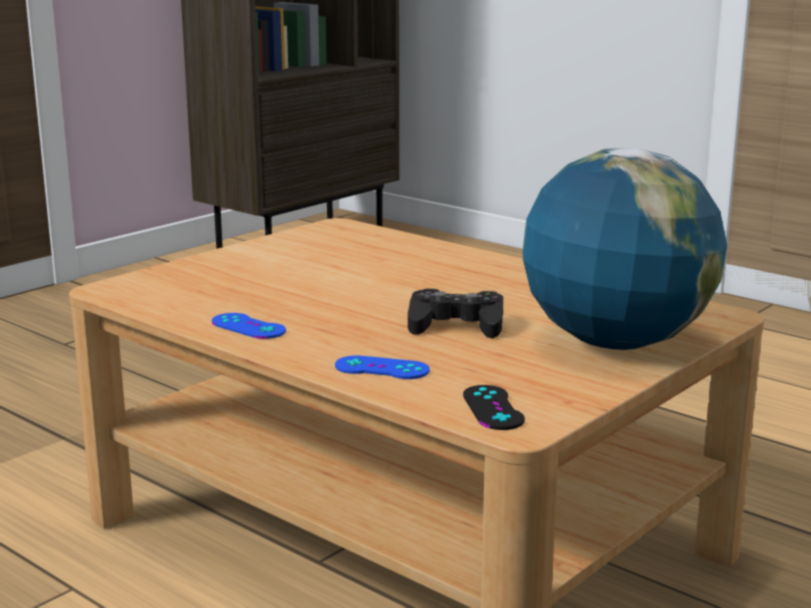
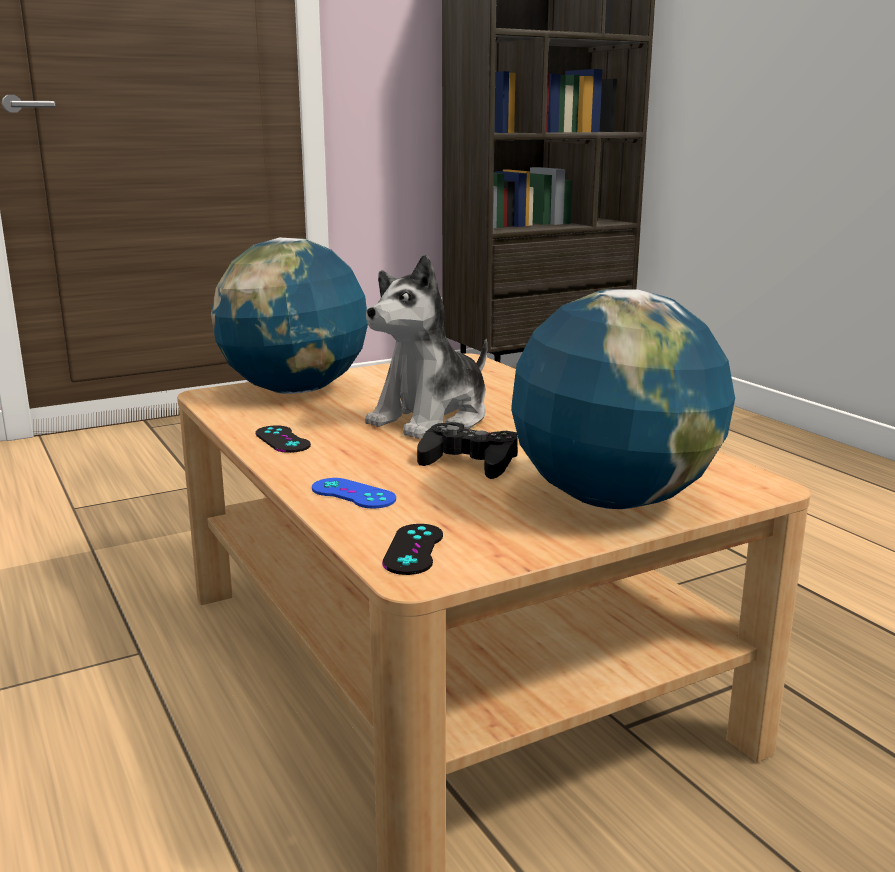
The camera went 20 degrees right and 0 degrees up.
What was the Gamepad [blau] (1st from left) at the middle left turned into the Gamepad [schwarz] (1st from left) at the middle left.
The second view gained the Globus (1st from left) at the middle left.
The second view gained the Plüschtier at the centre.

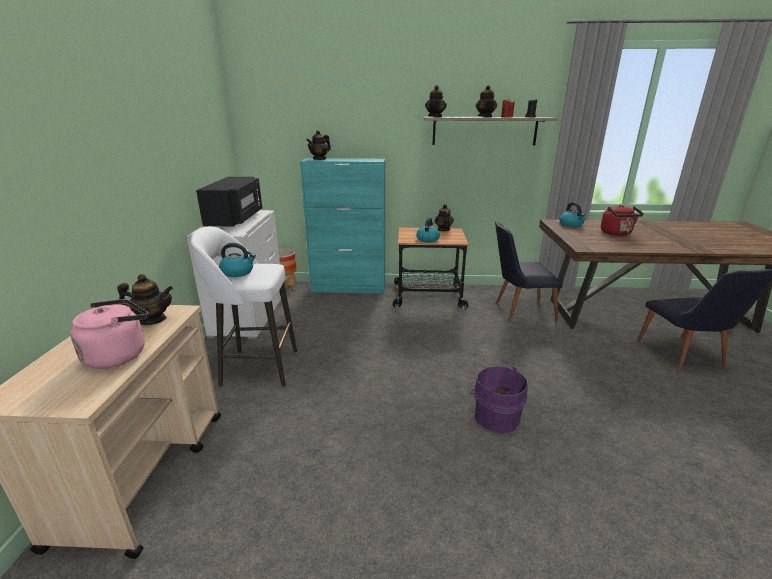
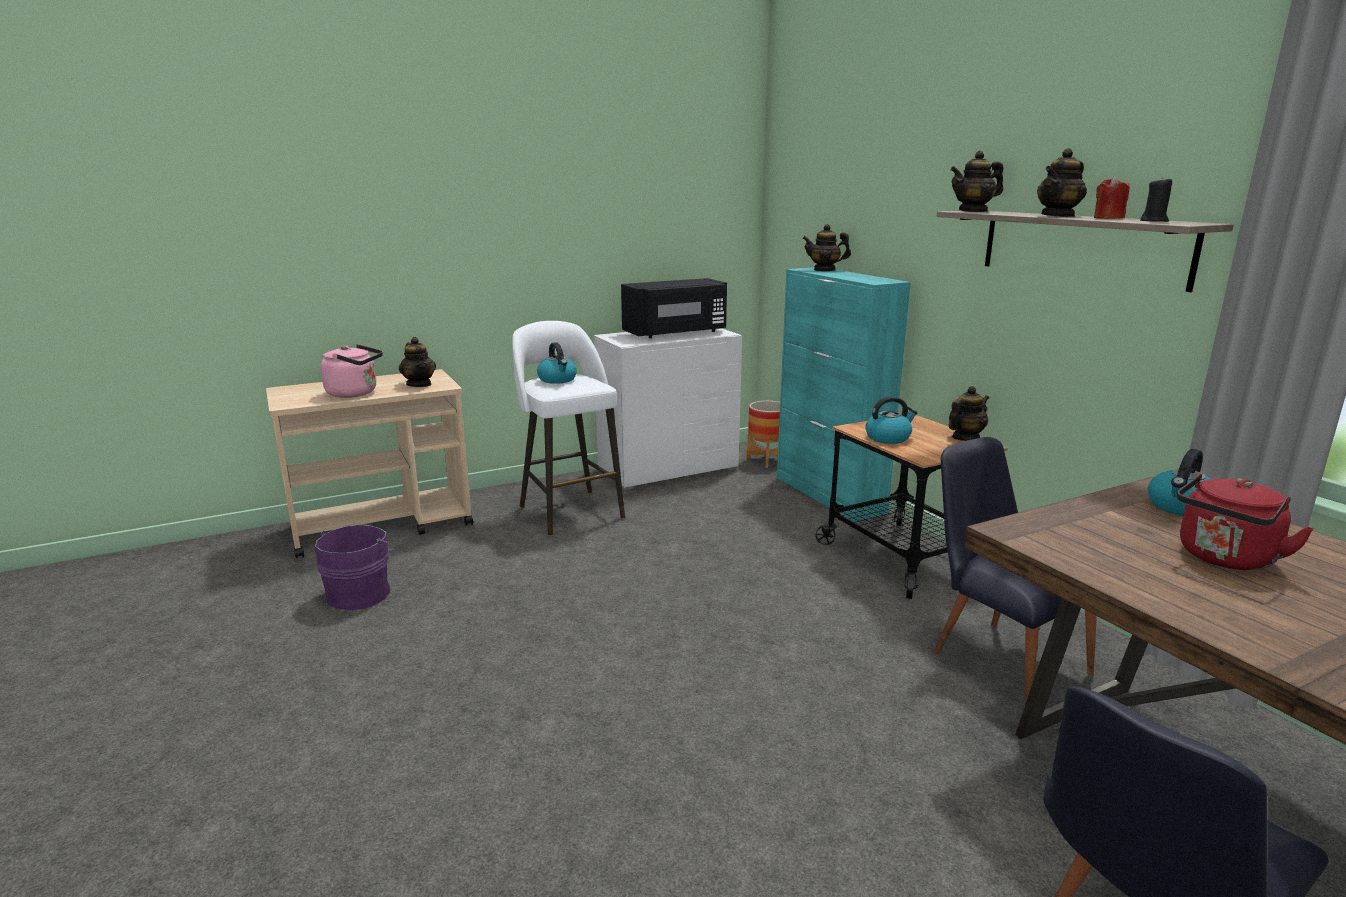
The camera went 60 degrees right and 5 degrees down.
The Eimer [lila] ended up elsewhere, having gone from the bottom centre to the middle left.

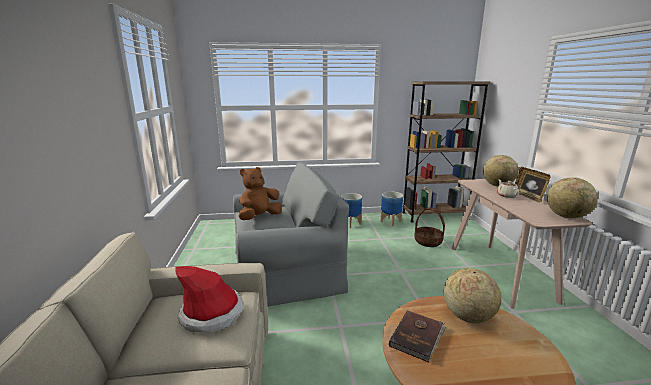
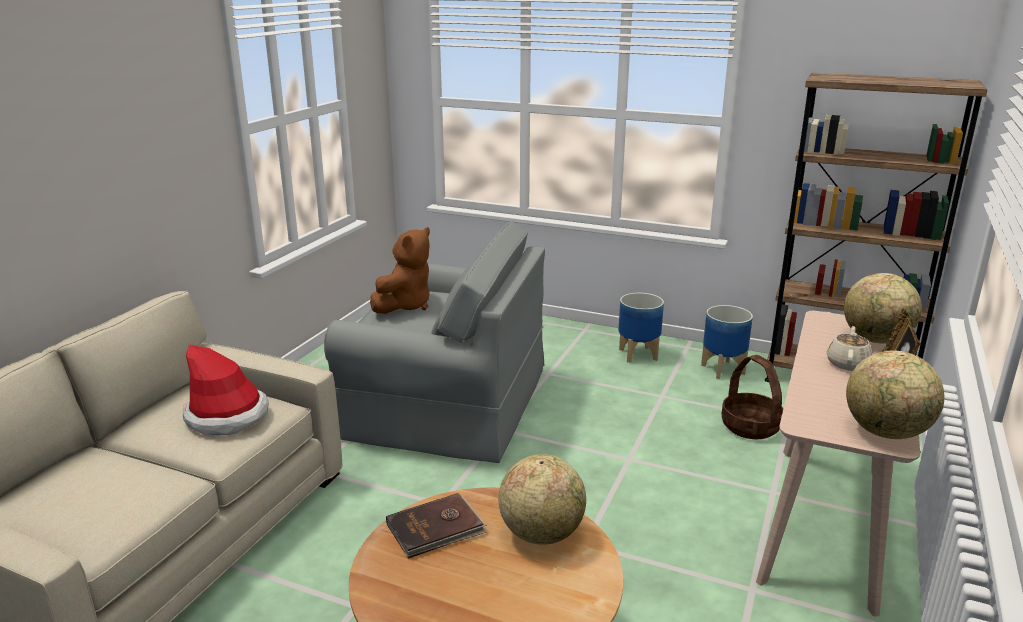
The camera went 30 degrees right and 5 degrees up.
The Plüschtier [braun] at the centre ended up facing another way, 135 degrees clockwise from before.

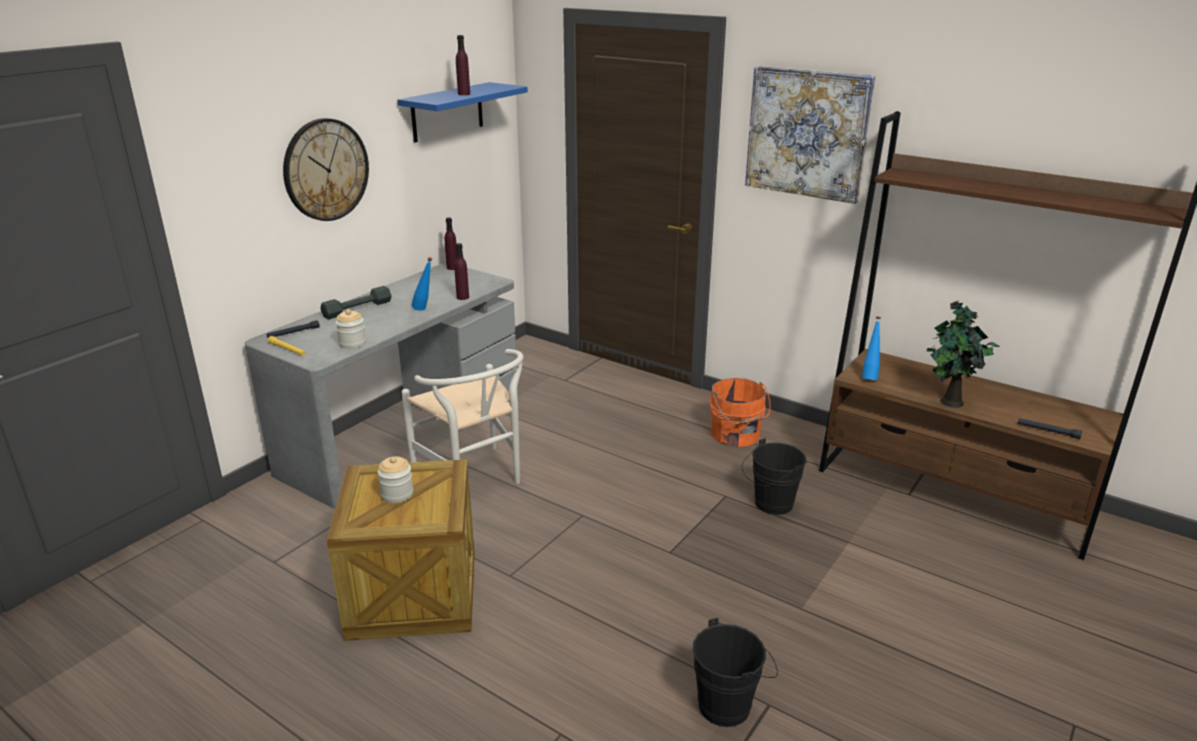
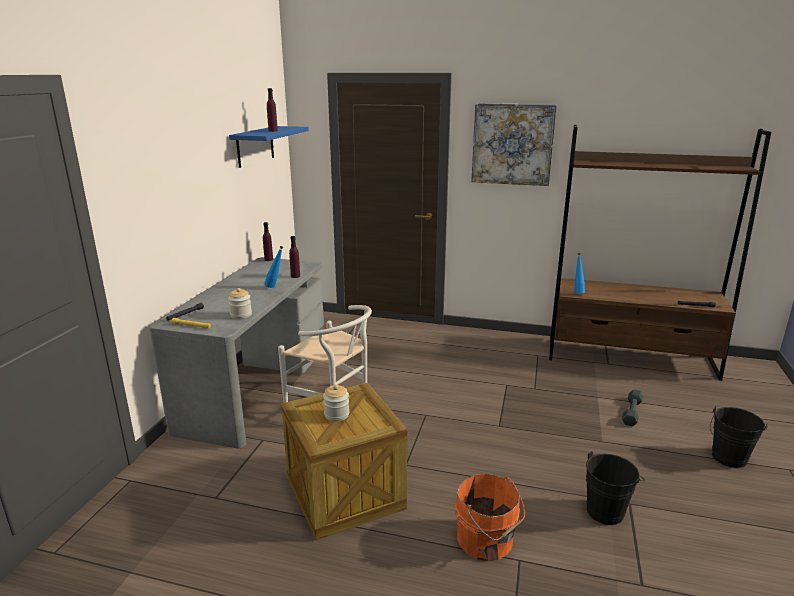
The camera went 20 degrees left and 5 degrees down.
The second view lost the Wanduhr at the top left.
The Hantel [grau] ended up elsewhere, having gone from the middle left to the bottom right.
The second view lost the Topfpflanze at the middle right.
The Eimer [orange] ended up elsewhere, having gone from the centre to the bottom centre.
The Eimer [schwarz] (2nd from left) ended up elsewhere, having gone from the centre to the bottom right.

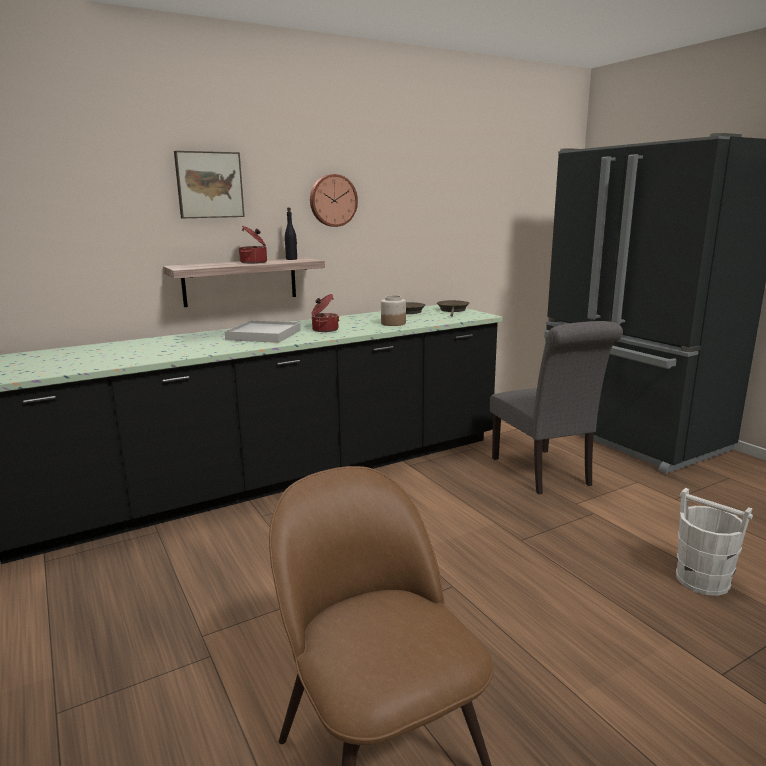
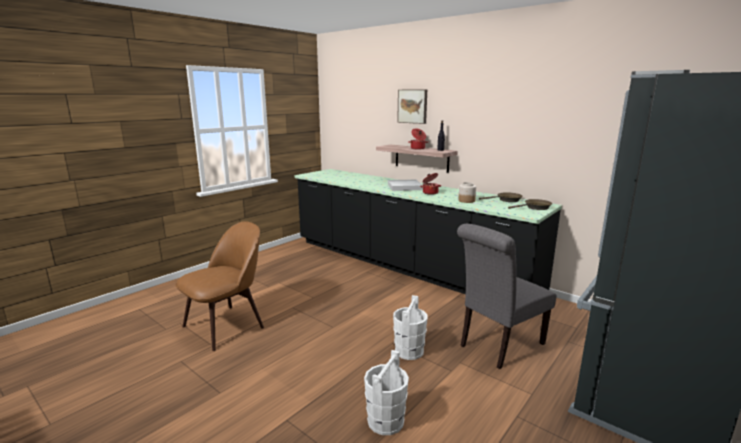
The camera went 70 degrees right and 0 degrees up.
The second view lost the Wanduhr at the top centre.
The second view gained the Eimer [weiß] (2nd from left) at the bottom centre.

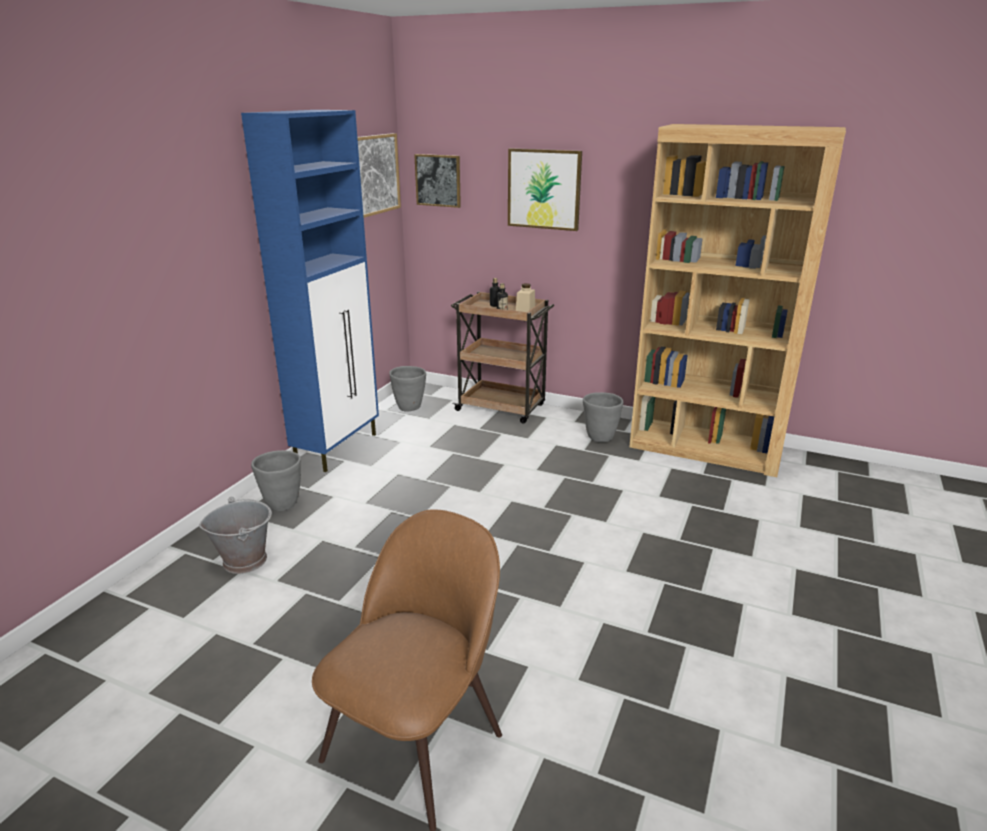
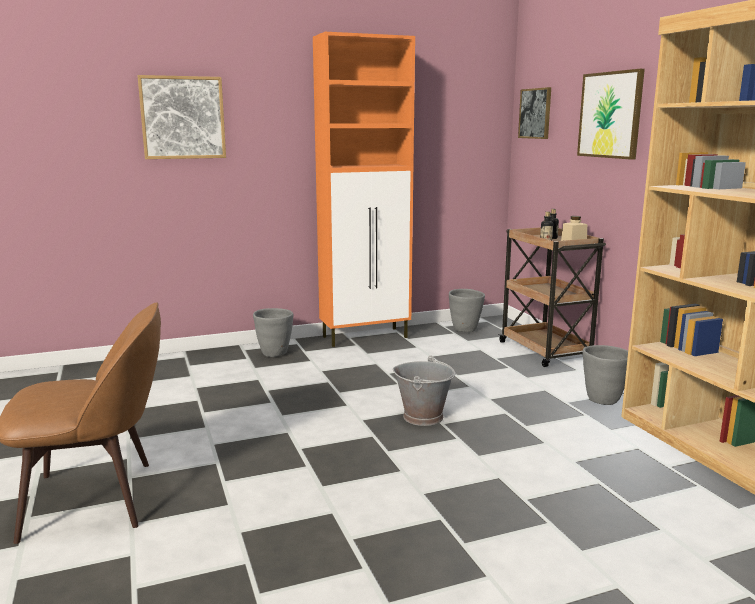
The camera went 45 degrees right and 10 degrees down.
What was the Schrank [blau] at the middle left turned into the Schrank [orange] at the top centre.
The Bild (1st from left) ended up elsewhere, having gone from the top centre to the top left.
The Eimer [grau] ended up elsewhere, having gone from the middle left to the centre.

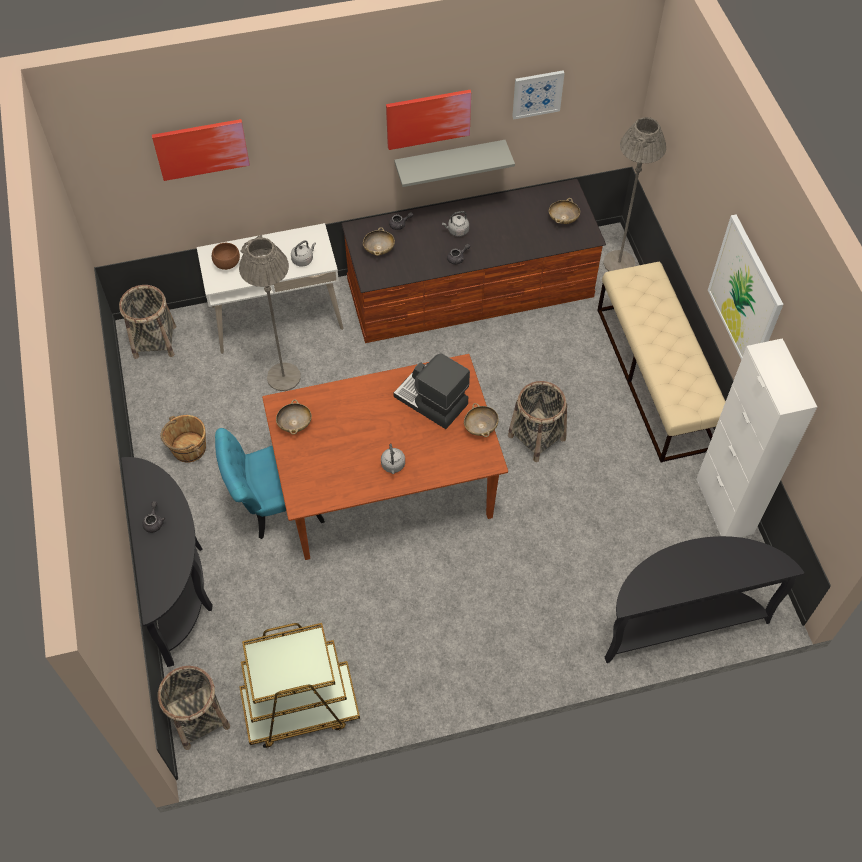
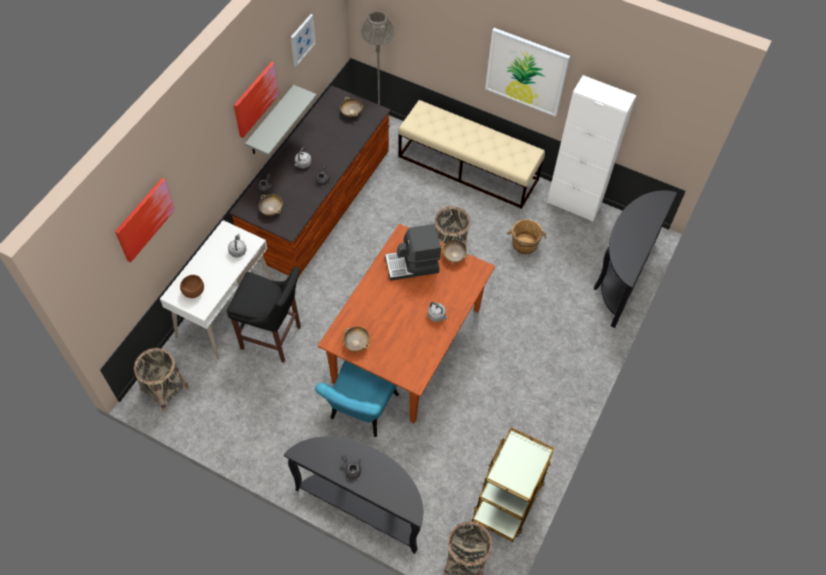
The camera went 50 degrees left and 0 degrees up.
Where the Stehlampe [grau] (1st from left) stood at the middle left, the Hocker [schwarz] came to stand at the middle left.
The Eimer [braun] ended up elsewhere, having gone from the middle left to the centre.

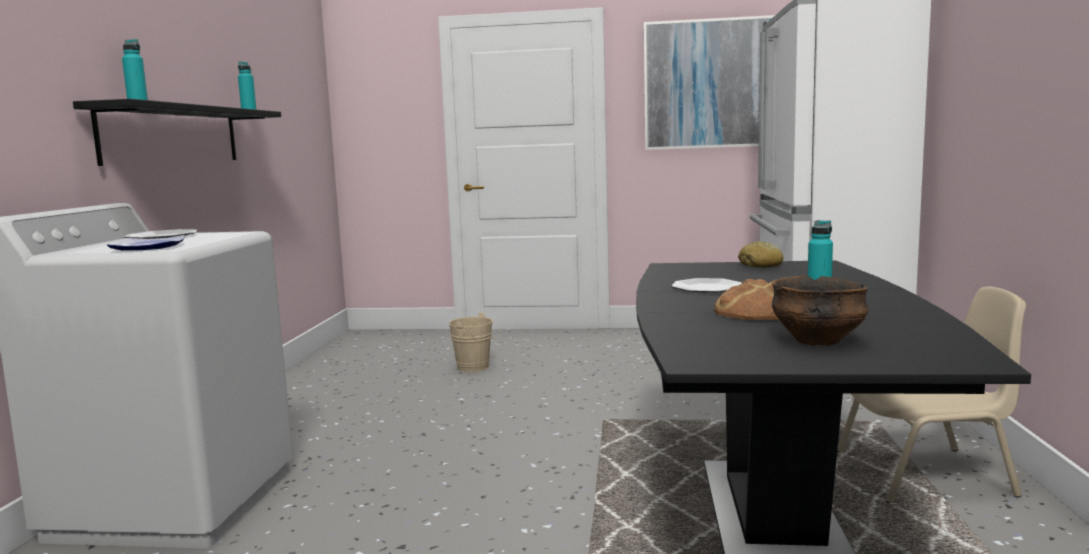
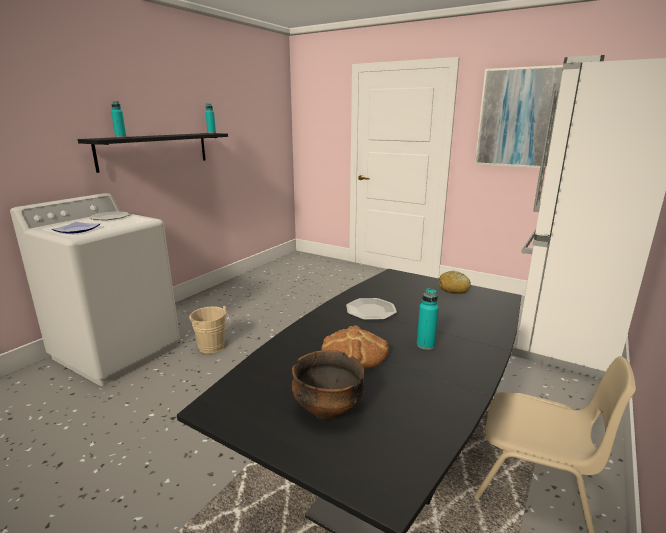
The camera went 25 degrees right and 10 degrees up.
The Eimer [beige] ended up elsewhere, having gone from the centre to the middle left.

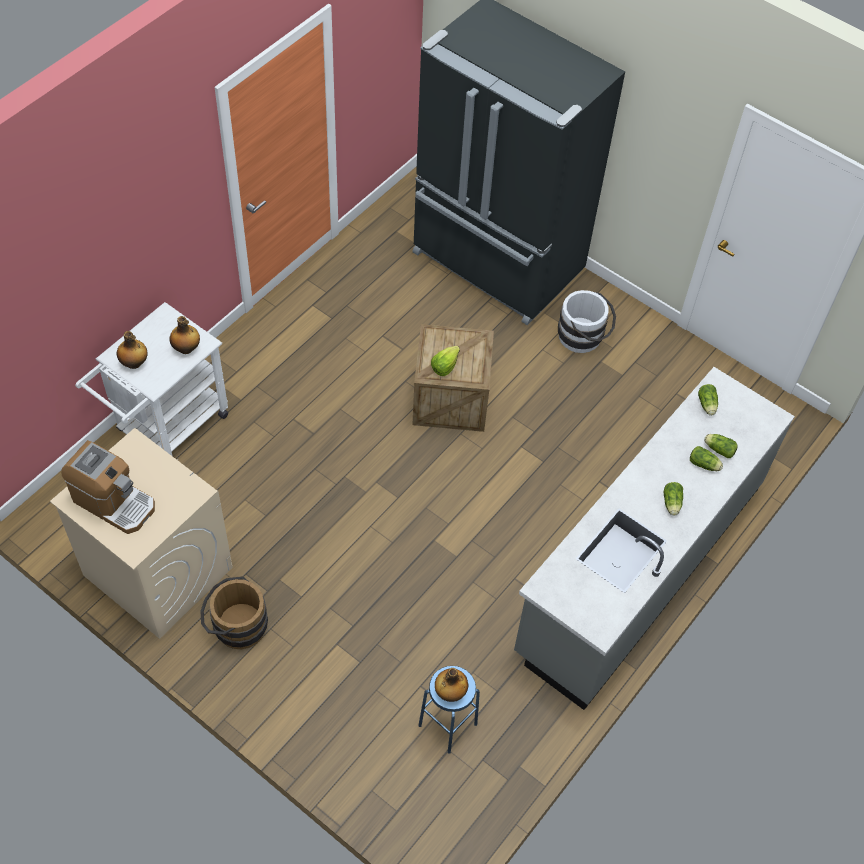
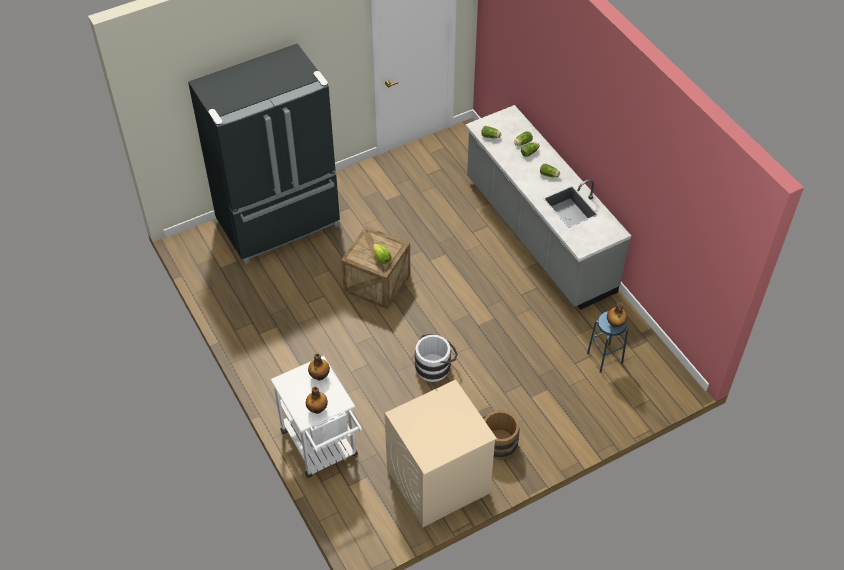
The camera went 65 degrees left and 5 degrees down.
The Eimer [weiß] ended up elsewhere, having gone from the middle right to the centre.
The second view lost the Kaffeemaschine at the middle left.

